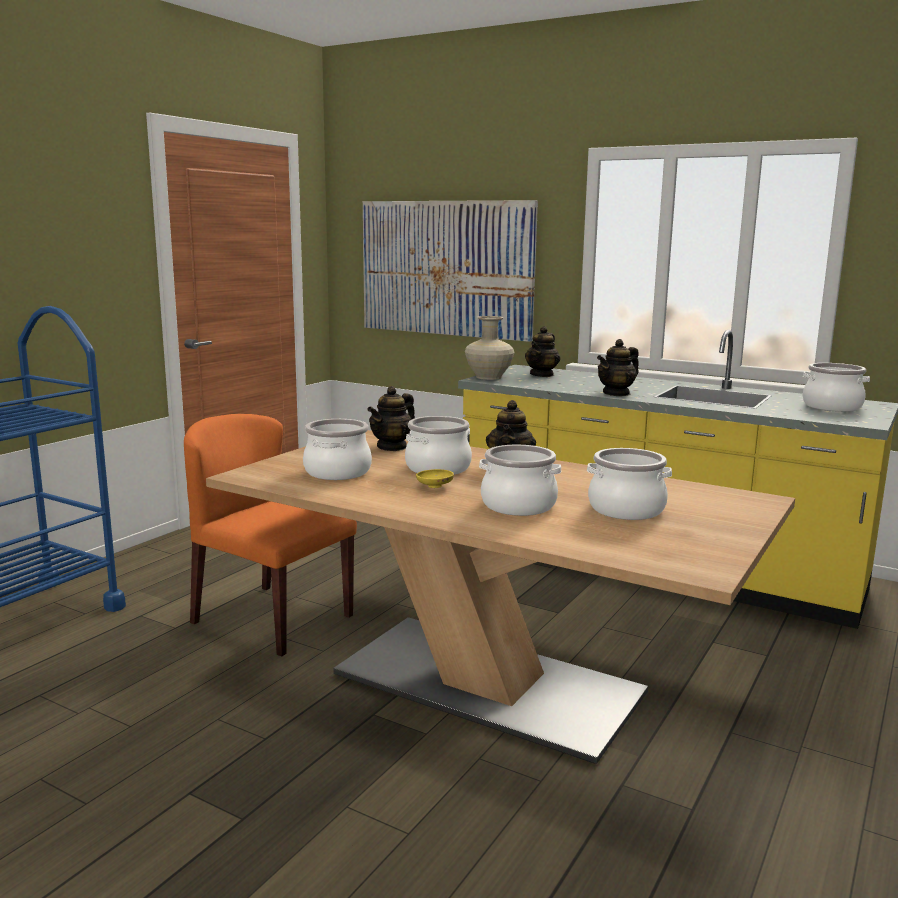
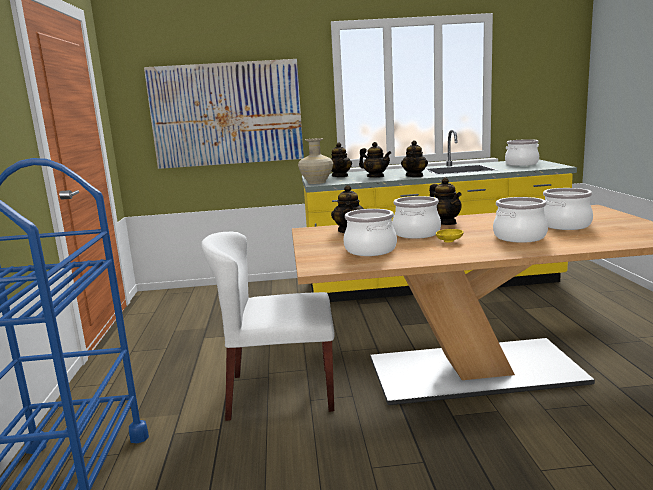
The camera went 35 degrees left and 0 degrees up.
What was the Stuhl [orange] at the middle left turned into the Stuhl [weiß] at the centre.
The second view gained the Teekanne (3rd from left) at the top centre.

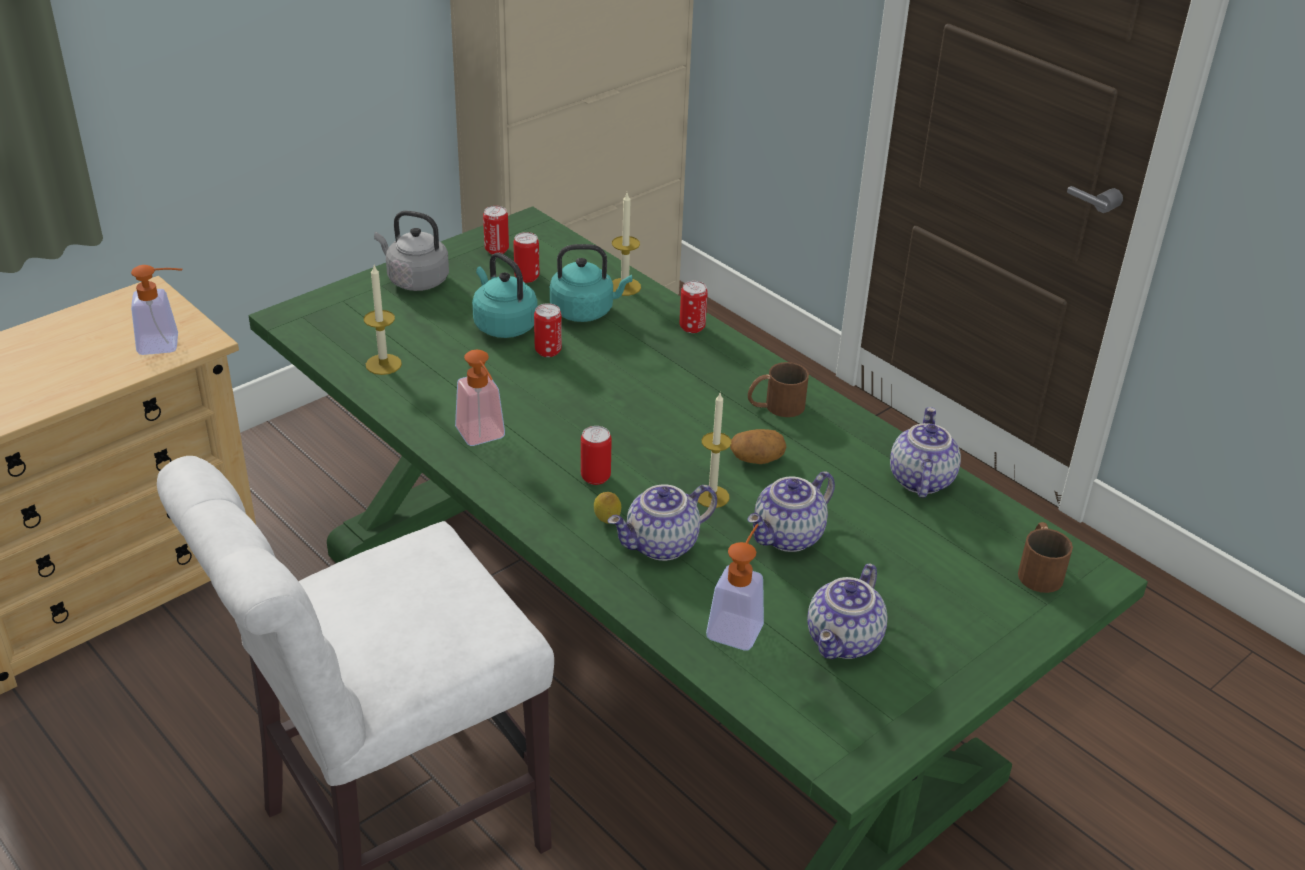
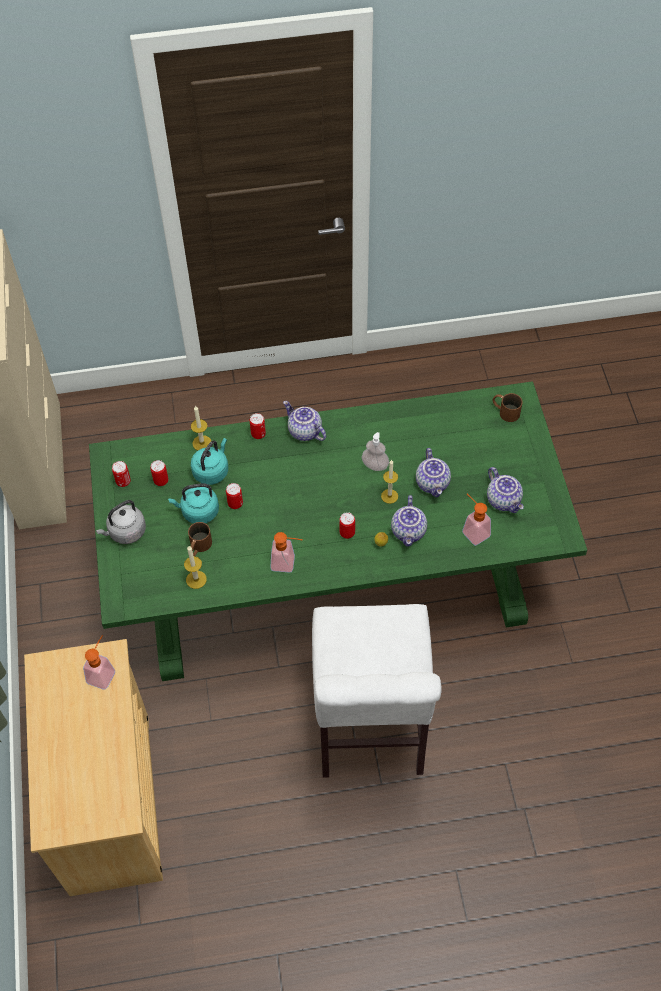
The camera went 55 degrees left and 20 degrees up.
The Henkelbecher [braun] (1st from left) ended up elsewhere, having gone from the centre to the middle left.
The Teekanne (4th from left in the first image) ended up elsewhere, having gone from the middle right to the centre.
Where the Kartoffel stood at the centre, the Seifenspender (3rd from left) came to stand at the centre.

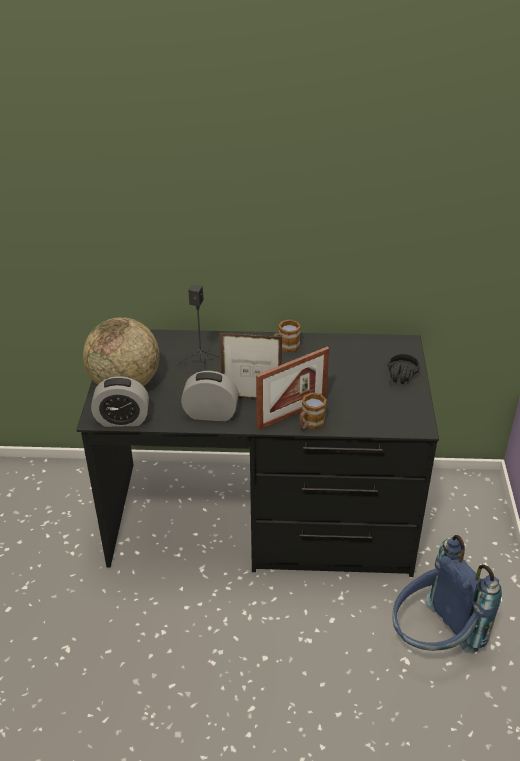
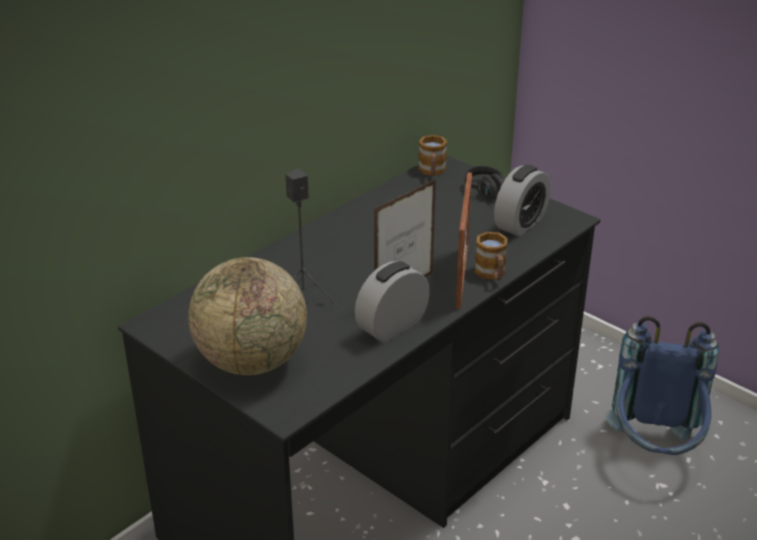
The camera went 50 degrees left and 5 degrees down.
The Henkelbecher (1st from left) ended up elsewhere, having gone from the centre to the top centre.
The Wecker (1st from left in the first image) ended up elsewhere, having gone from the middle left to the middle right.

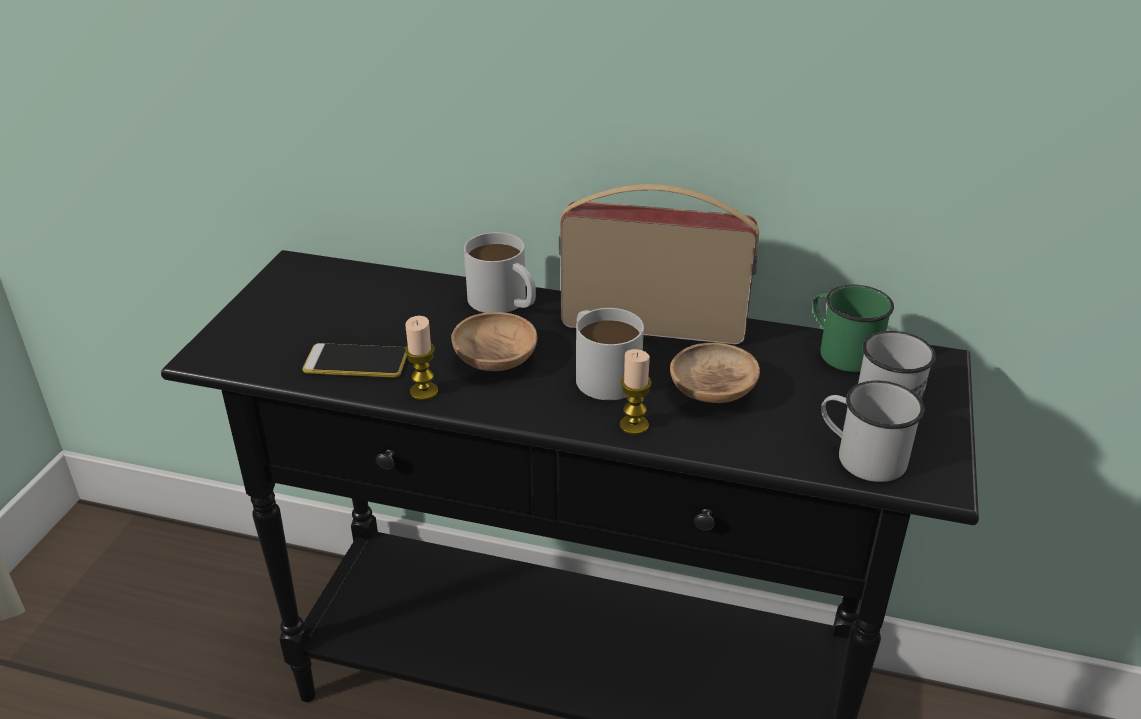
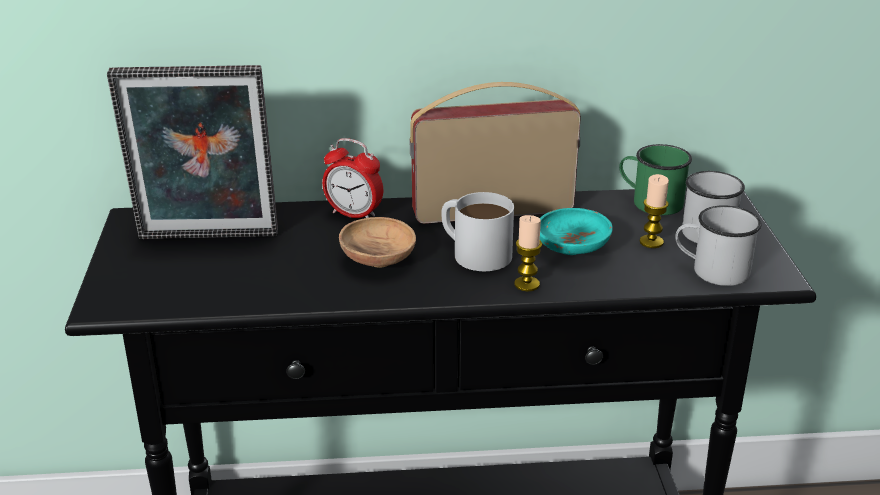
The camera went 20 degrees left and 5 degrees down.
Where the Henkelbecher [weiß] (1st from left) stood at the centre, the Wecker came to stand at the centre.
The Kerze (1st from left in the first image) ended up elsewhere, having gone from the centre to the middle right.
The second view lost the Handy at the middle left.
What was the Schüssel [braun] (2nd from left) at the centre turned into the Schüssel [türkis] at the centre.
The second view gained the Bilderrahmen at the top left.

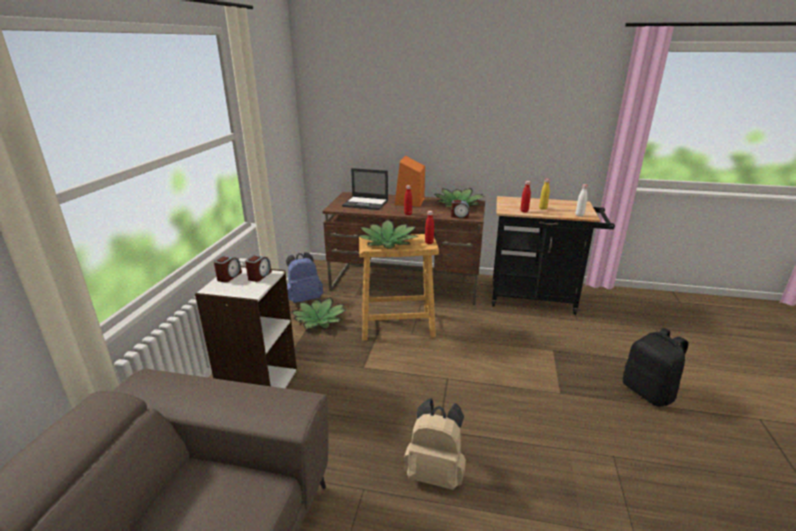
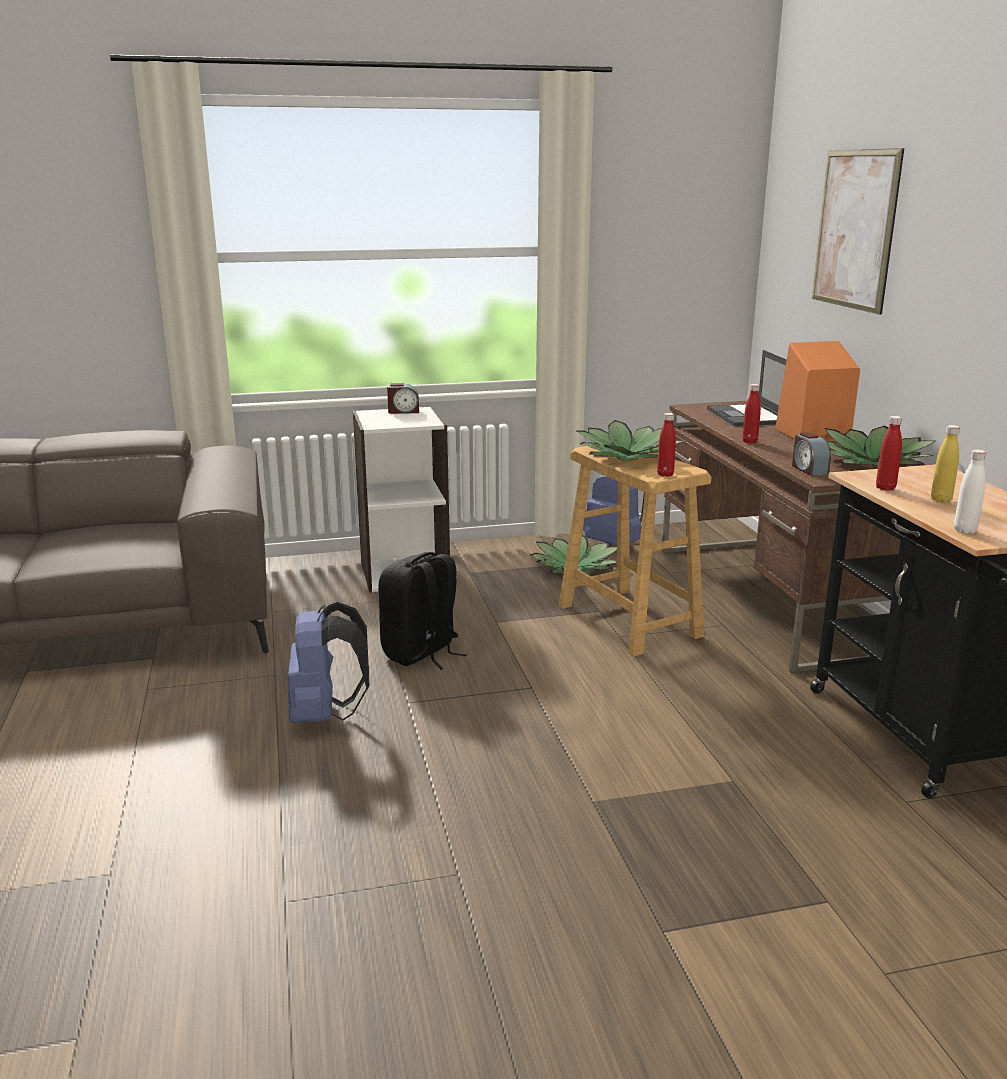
The camera went 65 degrees right and 5 degrees down.
The second view lost the Wecker (2nd from left) at the middle left.
The Rucksack [schwarz] ended up elsewhere, having gone from the bottom right to the centre.
What was the Rucksack [beige] at the bottom centre turned into the Rucksack [blau] (1st from left) at the middle left.
The second view gained the Bild at the top right.

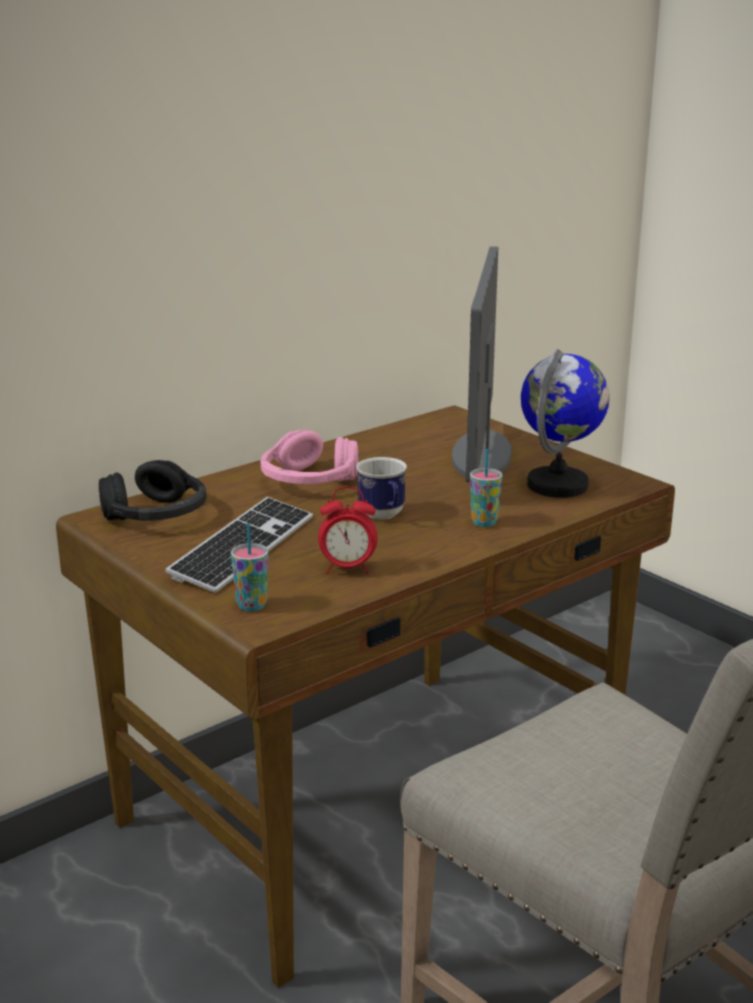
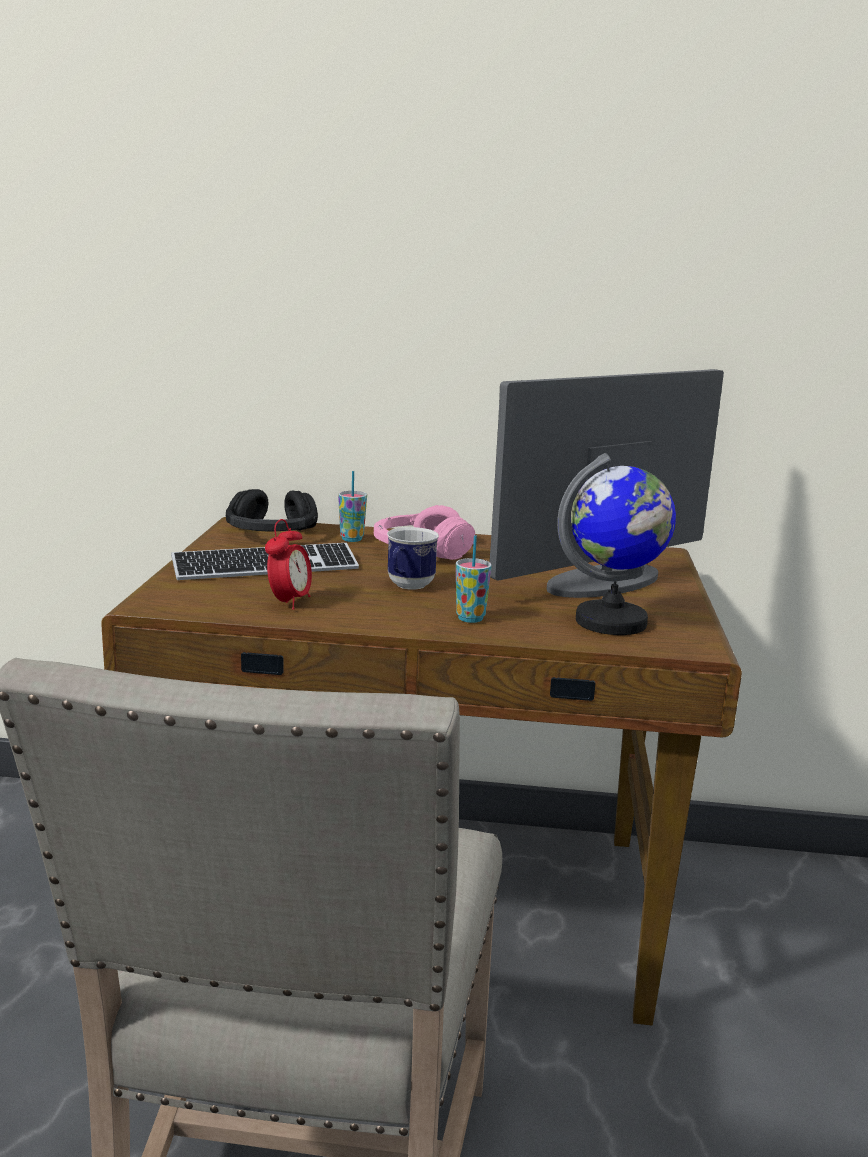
The camera went 45 degrees right and 5 degrees down.
The Wecker at the centre ended up facing another way, 120 degrees counterclockwise from before.
The Tasse (1st from left) ended up elsewhere, having gone from the middle left to the centre.

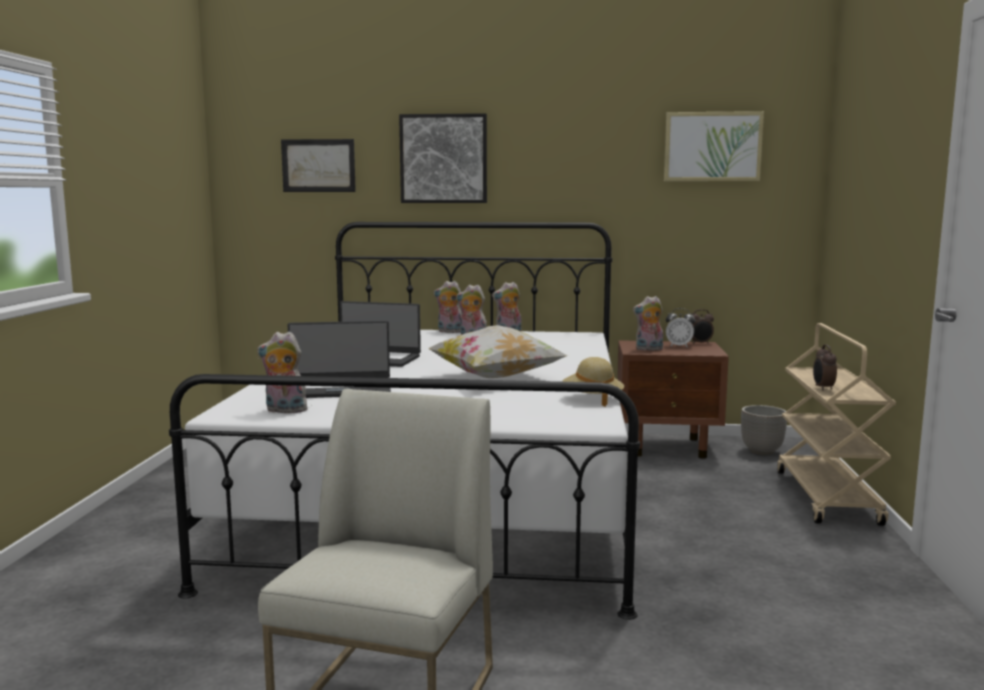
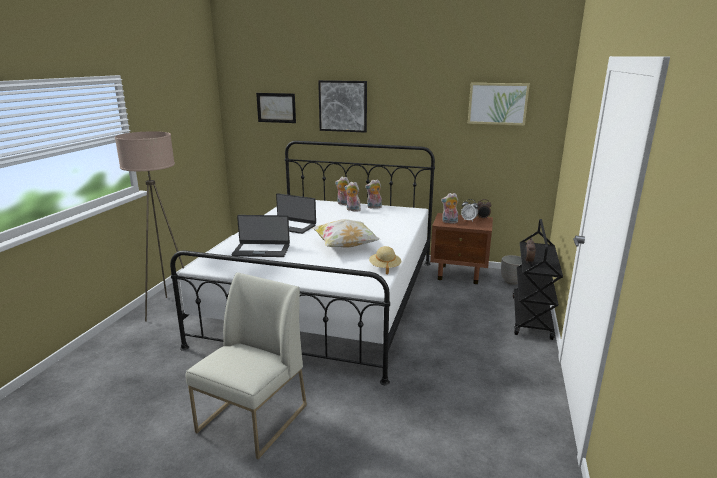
The camera went 10 degrees right and 10 degrees up.
What was the Rollwagen [beige] at the middle right turned into the Rollwagen [schwarz] at the middle right.
The second view lost the Plüschtier (1st from left) at the middle left.
The second view gained the Stehlampe [beige] at the middle left.

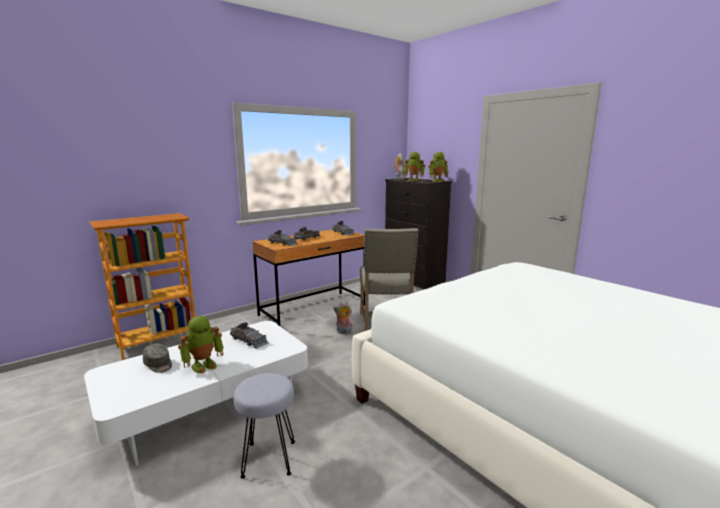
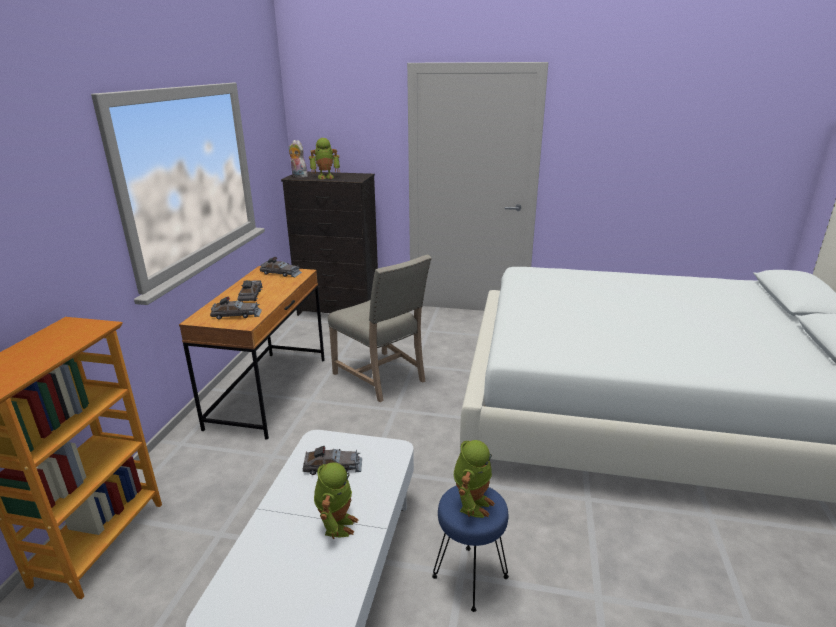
The camera went 40 degrees left and 10 degrees up.
The Spielzeugroboter (3rd from left) ended up elsewhere, having gone from the top centre to the bottom centre.
The second view lost the Plüschtier (1st from left) at the centre.
The second view lost the Kappe [grau] at the bottom left.
What was the Hocker [grau] at the bottom centre turned into the Hocker [blau] at the bottom centre.

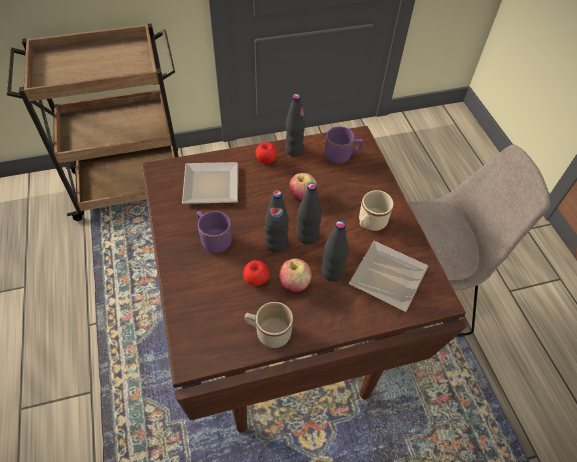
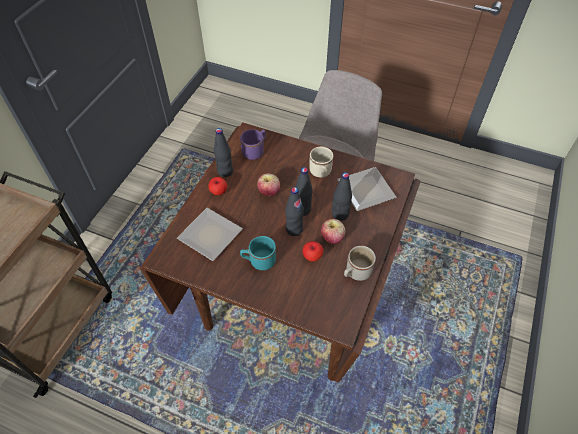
The camera went 50 degrees left and 0 degrees up.
What was the Henkelbecher [lila] (1st from left) at the centre turned into the Henkelbecher [türkis] at the centre.

